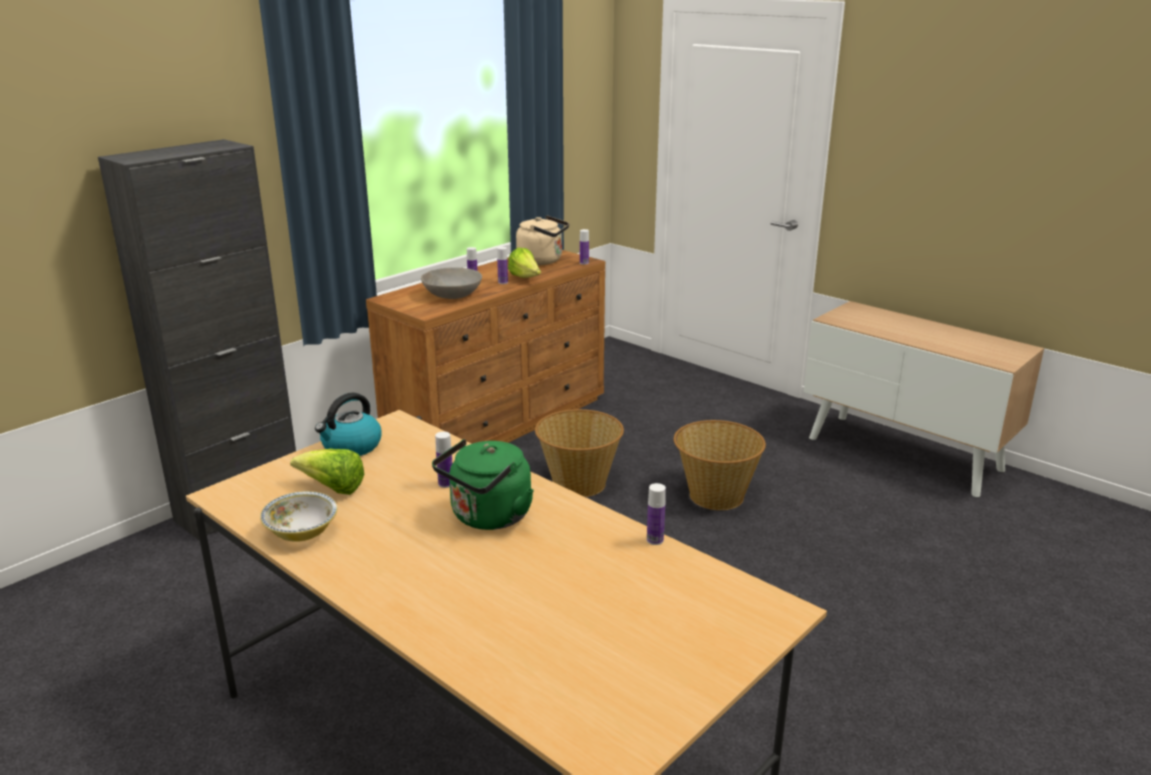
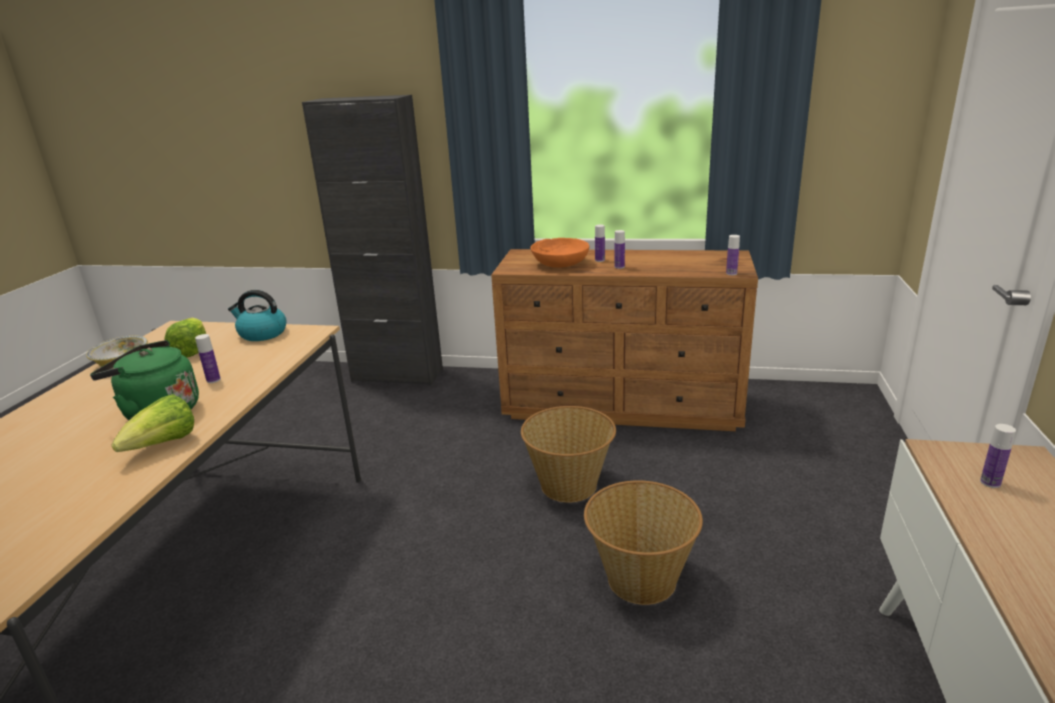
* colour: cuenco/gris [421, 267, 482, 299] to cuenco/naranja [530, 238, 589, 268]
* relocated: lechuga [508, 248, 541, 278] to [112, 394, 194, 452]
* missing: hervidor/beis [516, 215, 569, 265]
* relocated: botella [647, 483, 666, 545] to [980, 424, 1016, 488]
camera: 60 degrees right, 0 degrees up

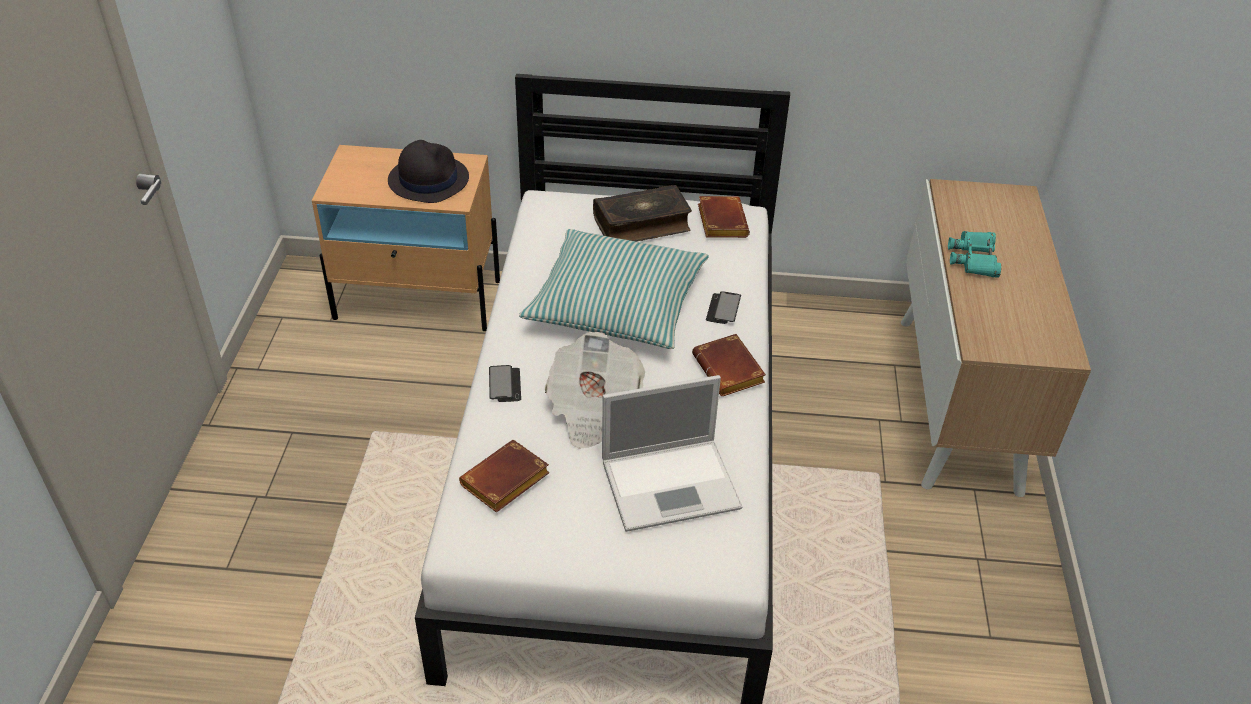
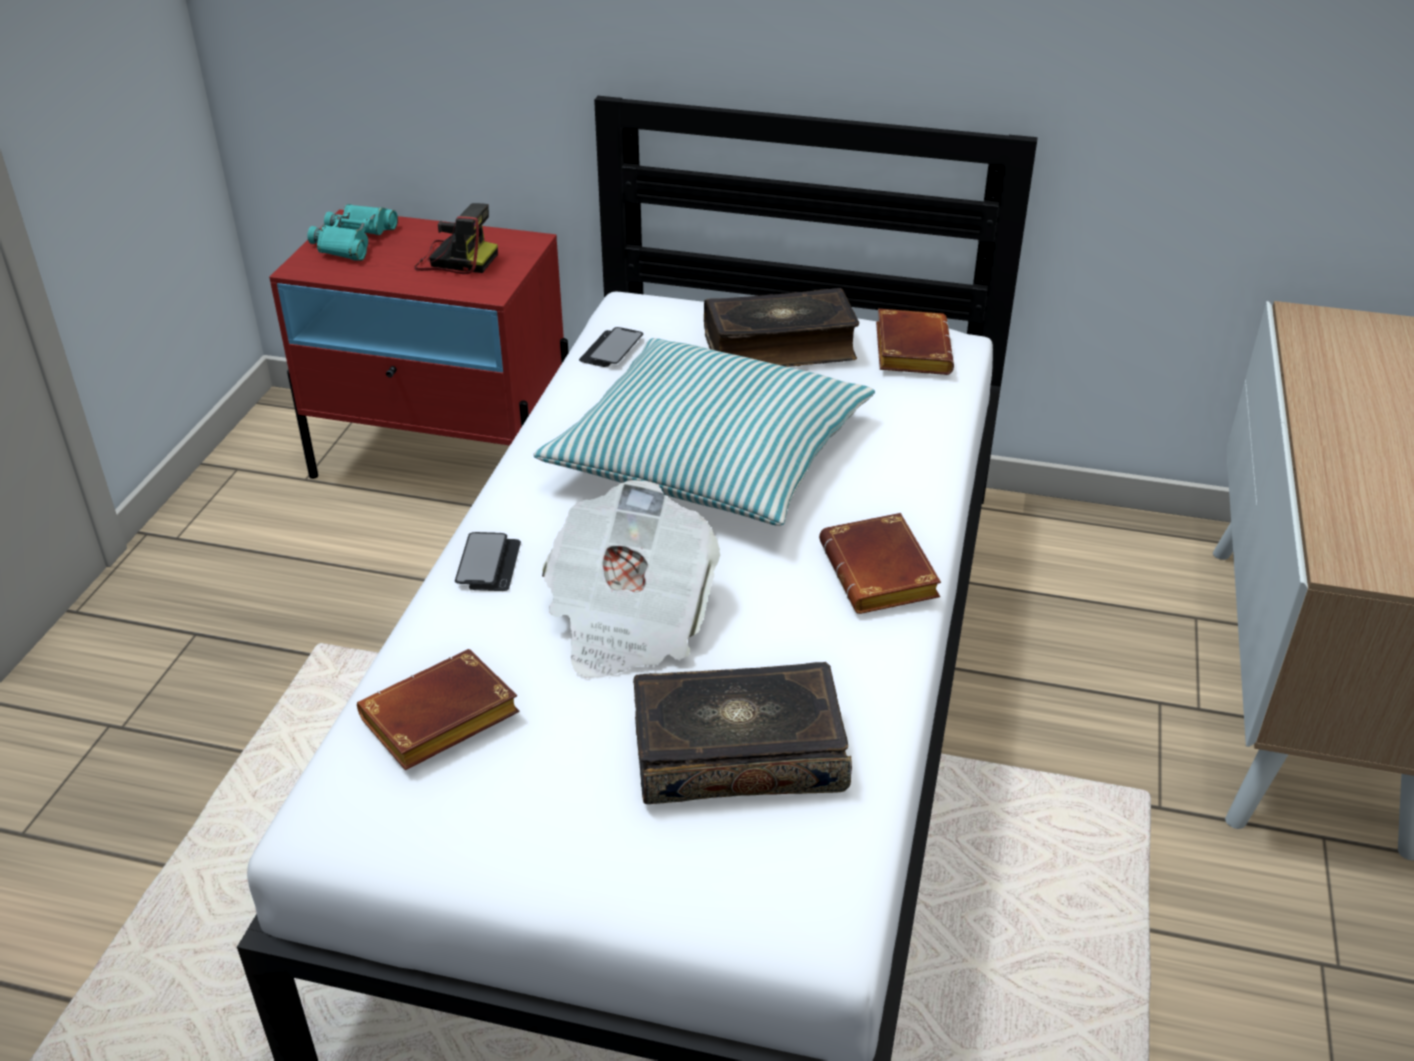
* colour: mesita de noche/beis [312, 145, 500, 331] to mesita de noche/rojo [269, 210, 569, 479]
* exchanged: sombrero/negro [388, 140, 469, 203] to cámara [414, 203, 498, 274]
* exchanged: portátil [602, 375, 742, 532] to libro [633, 662, 852, 804]
* relocated: móvil [706, 291, 741, 324] to [579, 327, 643, 367]
* relocated: prismáticos/turquesa [948, 231, 1001, 278] to [307, 204, 398, 261]
camera: 10 degrees right, 5 degrees down

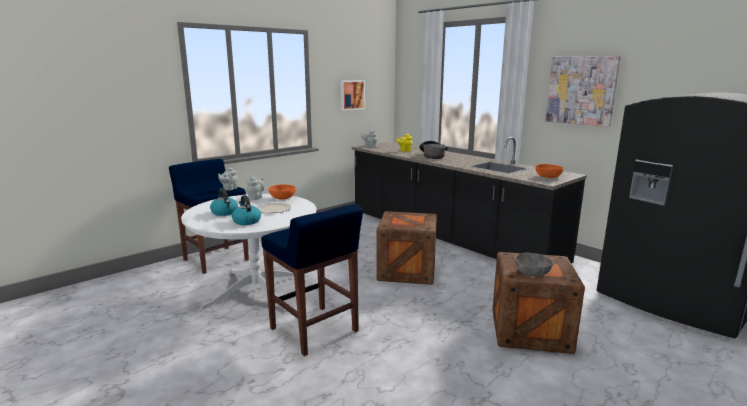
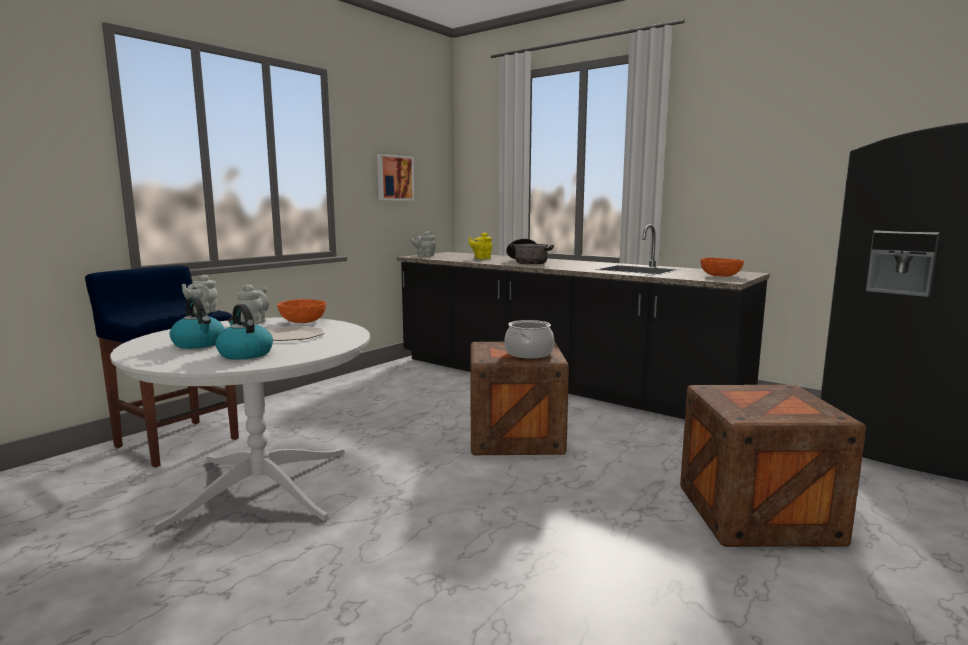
* missing: taburete/azul [261, 204, 363, 356]
* missing: cuenco/gris [515, 252, 553, 276]
* missing: cuadro [546, 56, 621, 127]
* appeared: olla [504, 320, 554, 359]
camera: 10 degrees left, 5 degrees down

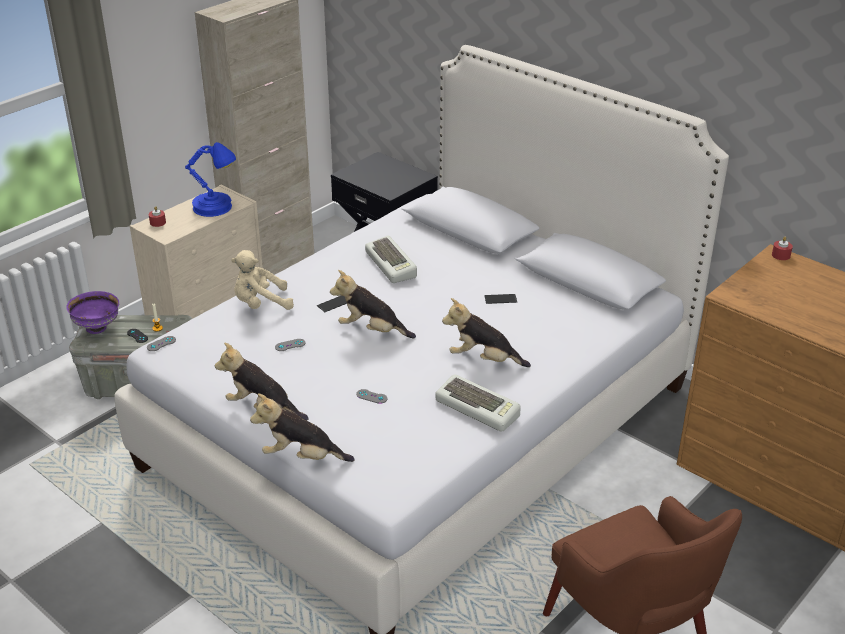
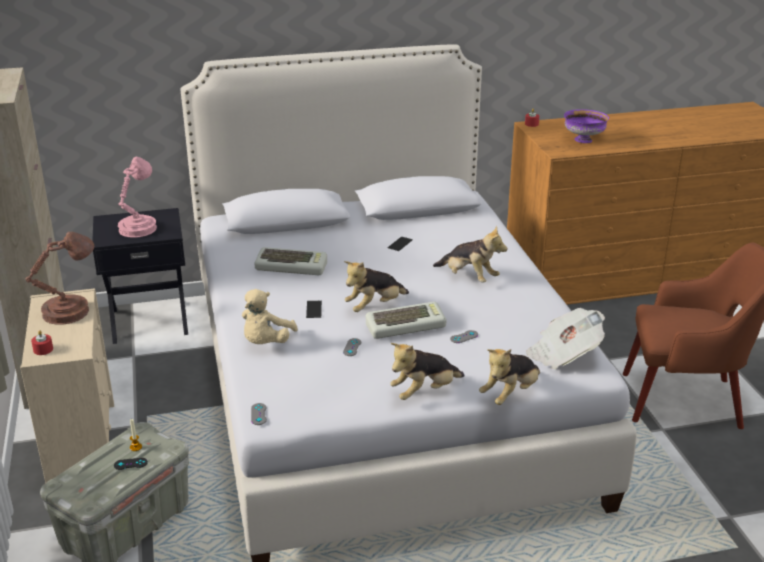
* relocated: cuenco/morado [66, 291, 119, 334] to [564, 109, 609, 143]
* colour: lámpara de mesa/azul [185, 142, 236, 217] to lámpara de mesa/marrón [26, 232, 94, 325]
* relocated: teclado [435, 374, 521, 432] to [366, 302, 446, 339]
* spun: peluche [442, 298, 531, 367] = [433, 226, 508, 283] 105 degrees counterclockwise
* appeared: lámpara de mesa/rosa [118, 157, 157, 238]
* appeared: periódico [526, 308, 605, 370]
camera: 55 degrees left, 5 degrees down

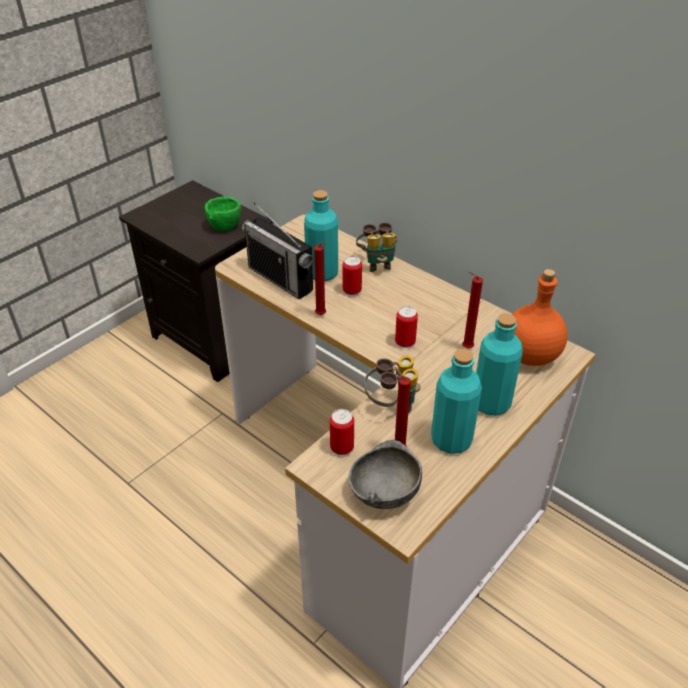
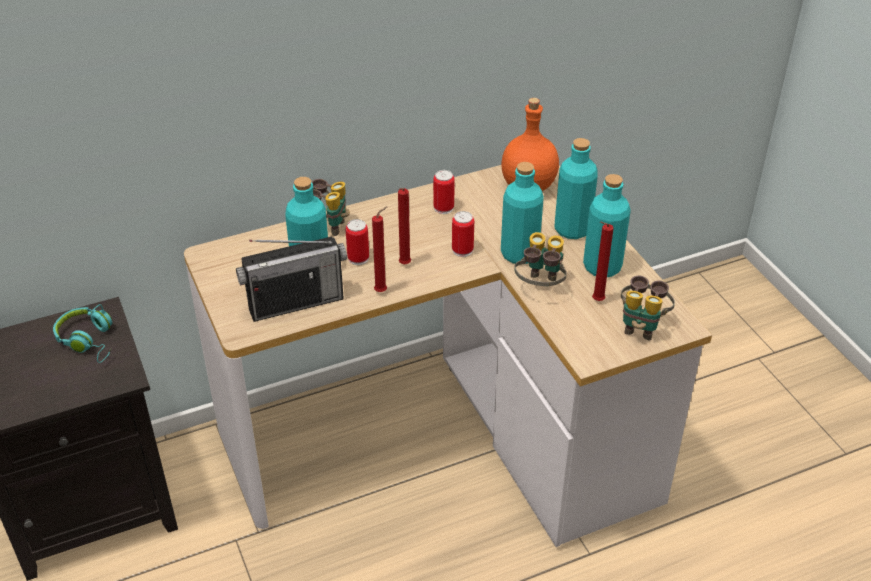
* exchanged: cuenco/verde [205, 196, 241, 231] to auriculares/turquesa [53, 304, 112, 363]
* relocated: lata [330, 409, 354, 457] to [433, 170, 455, 214]
* exchanged: cuenco/gris [348, 440, 422, 509] to prismáticos [621, 276, 675, 340]
* relocated: vela/rojo [462, 272, 483, 348] to [398, 188, 411, 264]
* appeared: botella/turquesa [501, 162, 544, 264]
camera: 65 degrees left, 0 degrees up

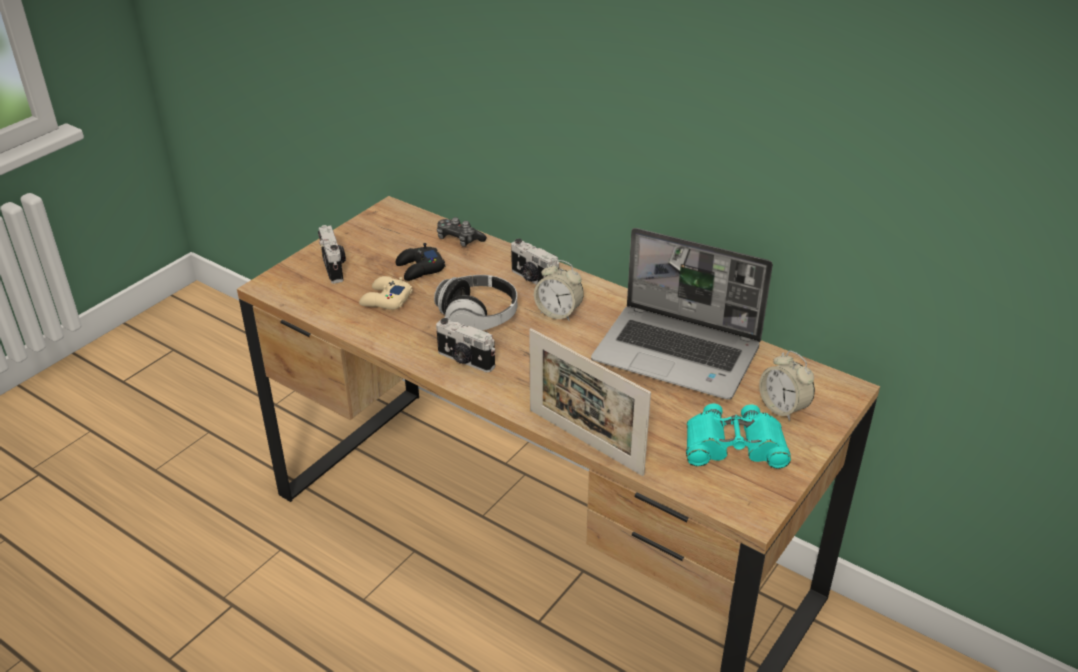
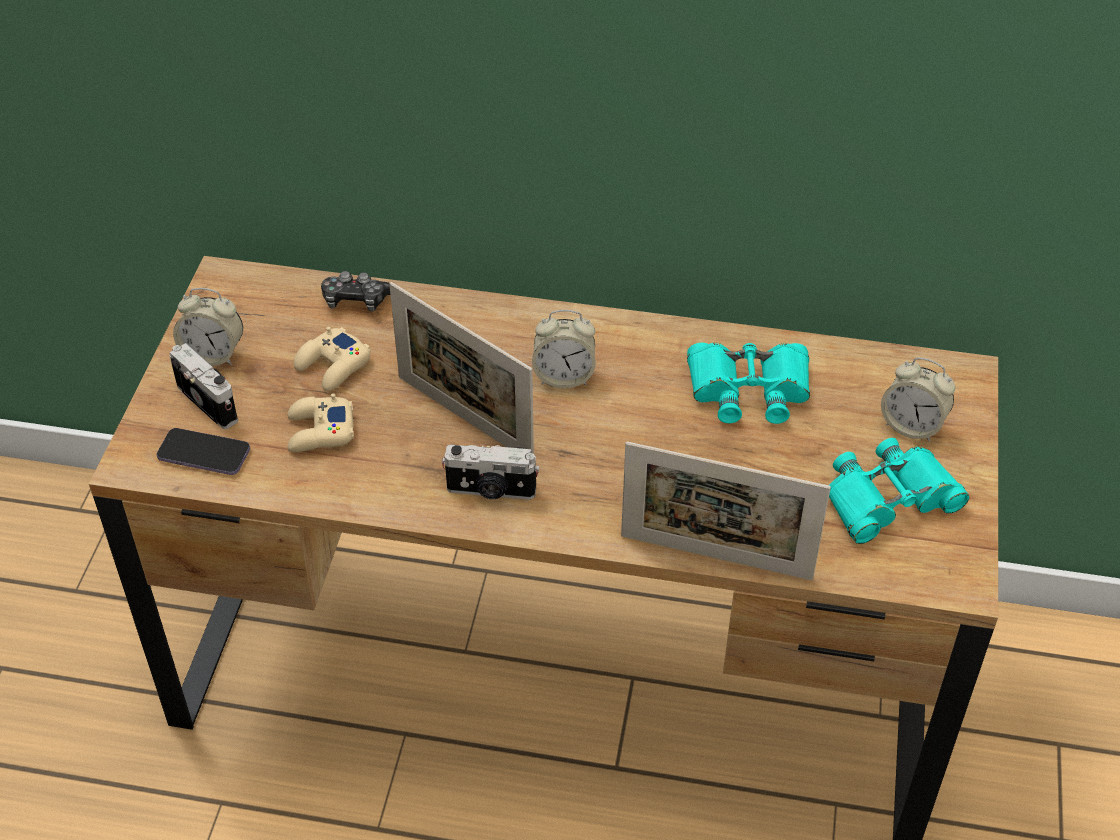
* colour: mando de consola/negro [395, 243, 445, 281] to mando de consola/beis [294, 326, 371, 391]
* exchanged: auriculares [434, 275, 517, 331] to portarretratos [389, 282, 534, 454]
* missing: cámara [511, 239, 559, 284]
* exchanged: portátil [591, 228, 773, 400] to prismáticos/turquesa [687, 343, 810, 424]
* appeared: móvil [157, 428, 250, 475]
* appeared: despertador [173, 288, 243, 366]
camera: 25 degrees left, 10 degrees up

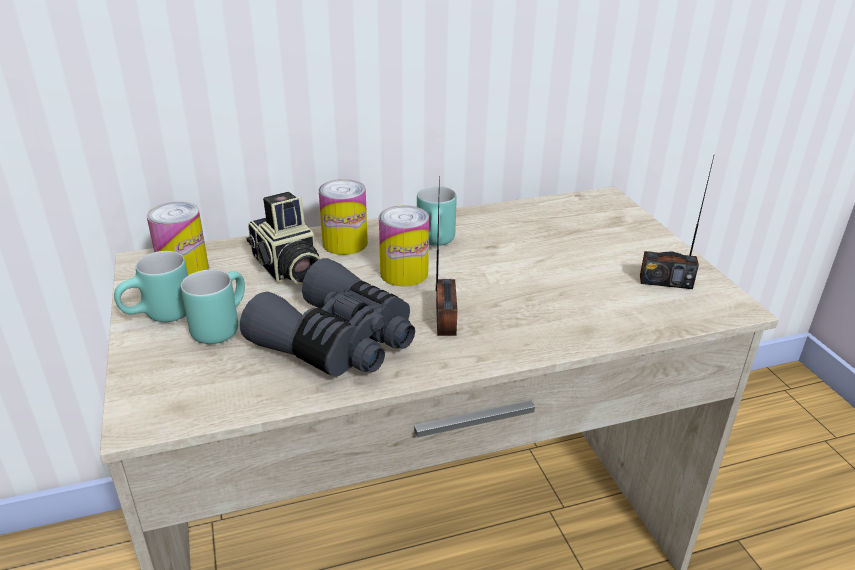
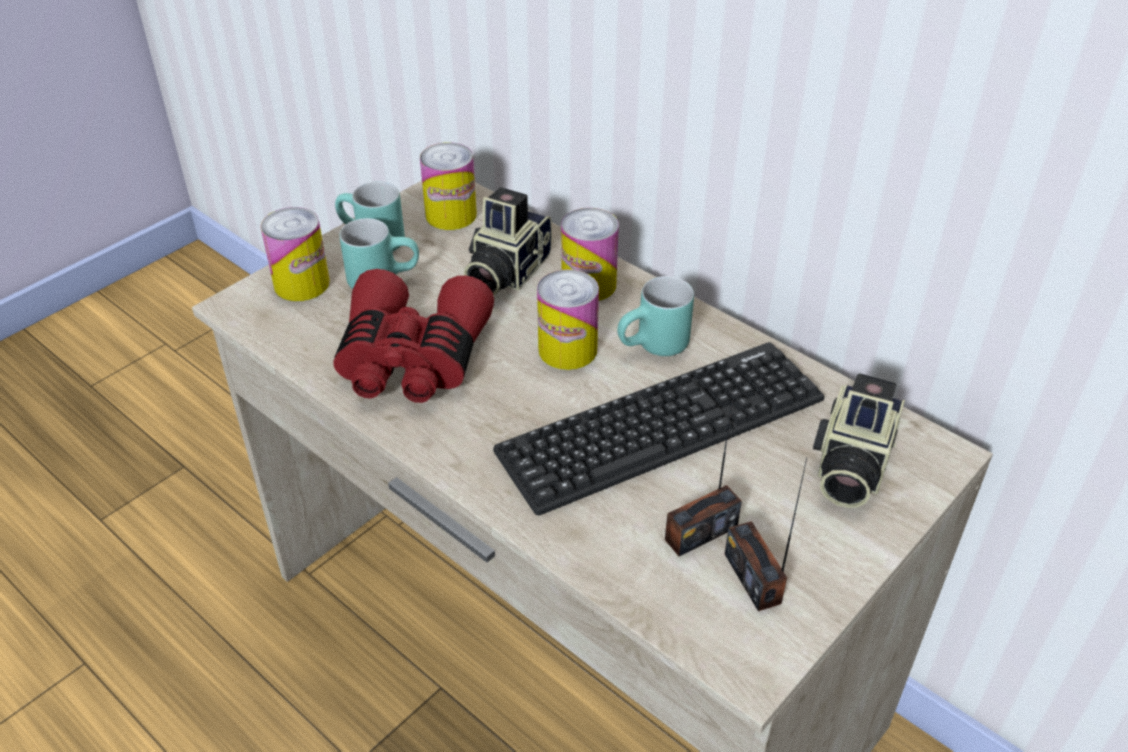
* colour: prismáticos/gris [240, 258, 415, 377] to prismáticos/rojo [333, 269, 494, 403]
* relocated: radio [436, 176, 457, 336] to [665, 375, 742, 557]
* appeared: lata [260, 207, 330, 301]
* appeared: teclado [493, 342, 824, 515]
* appeared: cámara [813, 373, 905, 508]
camera: 60 degrees right, 10 degrees up

